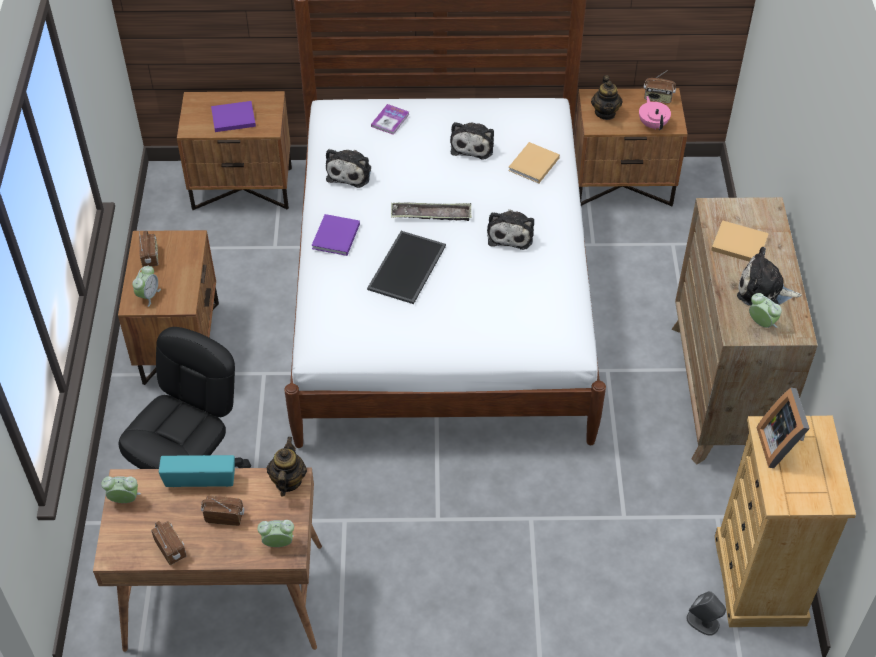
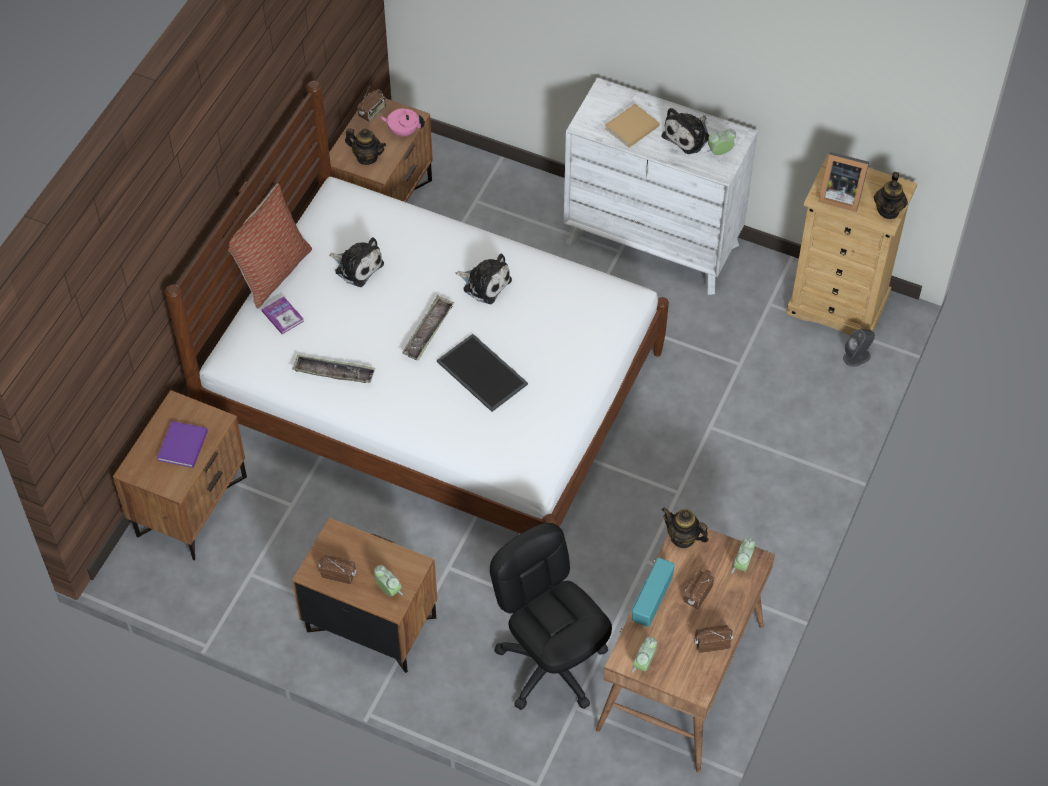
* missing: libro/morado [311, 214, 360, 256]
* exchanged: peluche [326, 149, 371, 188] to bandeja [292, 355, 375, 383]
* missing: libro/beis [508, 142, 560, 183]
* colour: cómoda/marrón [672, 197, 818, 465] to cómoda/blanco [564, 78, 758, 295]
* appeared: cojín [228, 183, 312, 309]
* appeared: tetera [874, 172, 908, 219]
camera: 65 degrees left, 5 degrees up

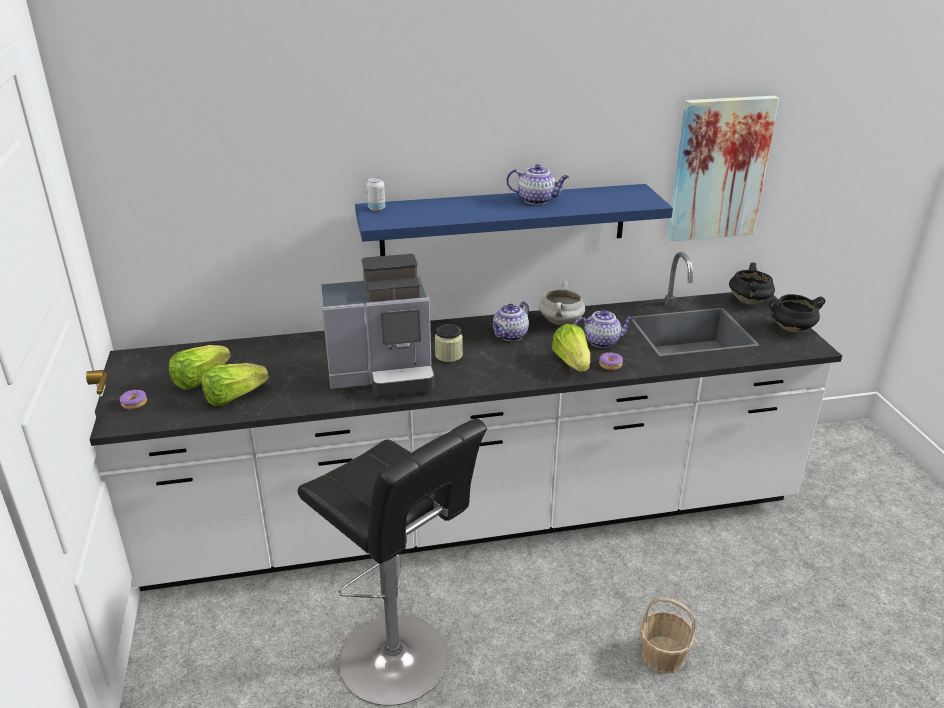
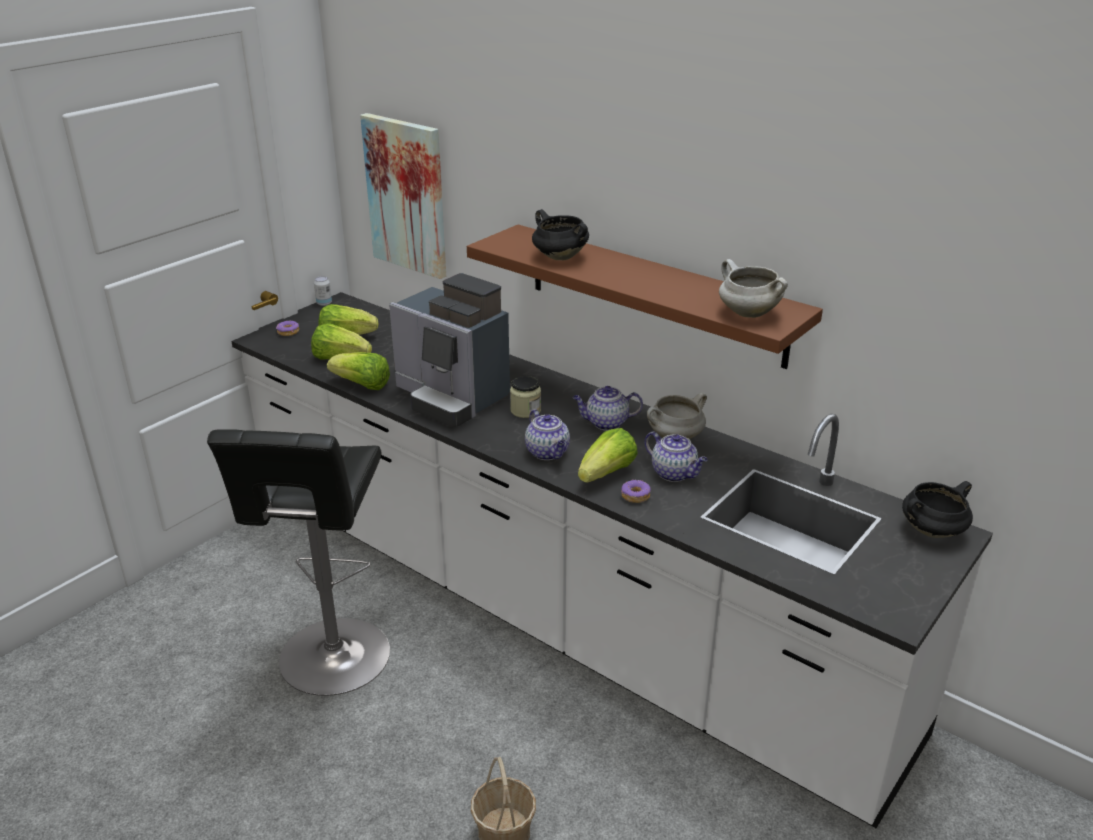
* colour: estante/azul [355, 184, 673, 256] to estante/marrón [467, 225, 823, 369]
* relocated: lata [366, 177, 385, 211] to [314, 276, 332, 306]
* relocated: tetera [506, 164, 569, 205] to [525, 409, 570, 460]
* relocated: cuadro [668, 96, 779, 241] to [360, 113, 446, 279]
* relocated: olla/negro [769, 294, 825, 332] to [532, 209, 589, 260]
* appeared: lechuga [327, 352, 390, 390]
* appeared: olla/blanco [719, 259, 788, 318]
camera: 50 degrees right, 0 degrees up

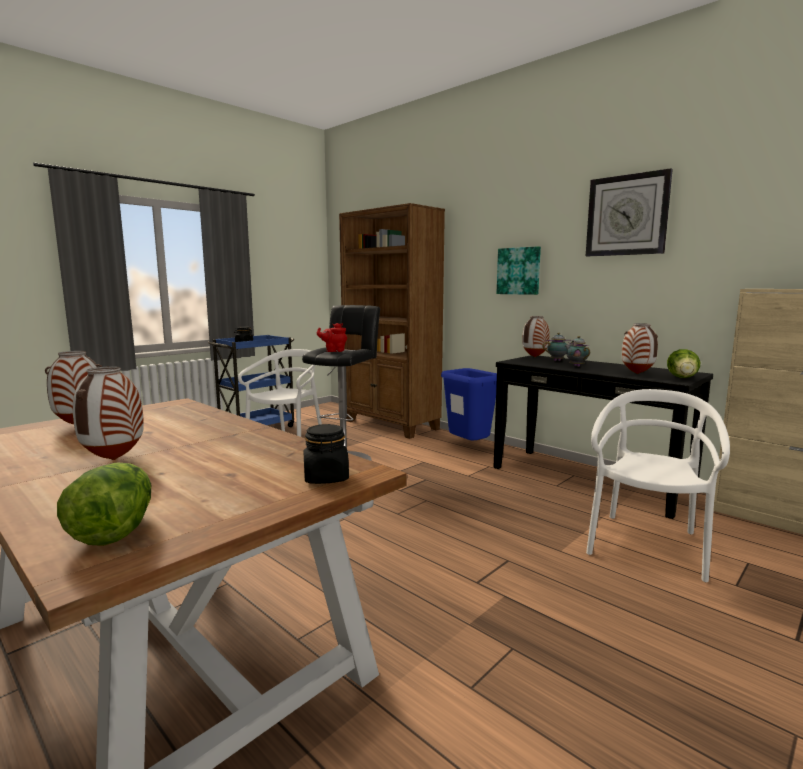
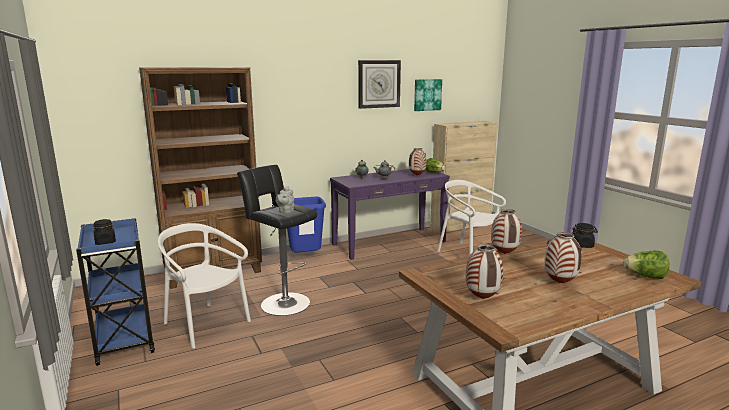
* colour: tetera/rojo [317, 323, 347, 352] to tetera/gris [276, 186, 294, 214]
* colour: mesa consola/negro [493, 355, 713, 519] to mesa consola/morado [330, 169, 450, 260]
* relocated: cuadro [497, 246, 541, 295] to [414, 79, 442, 111]
* relocated: florero [522, 316, 550, 357] to [491, 209, 522, 254]
camera: 70 degrees left, 5 degrees up

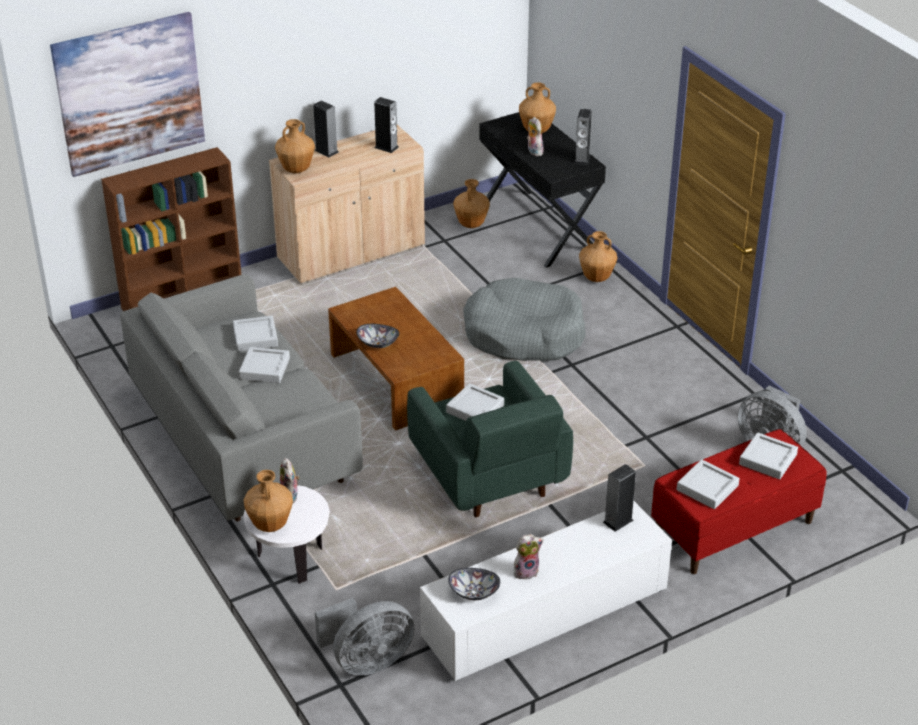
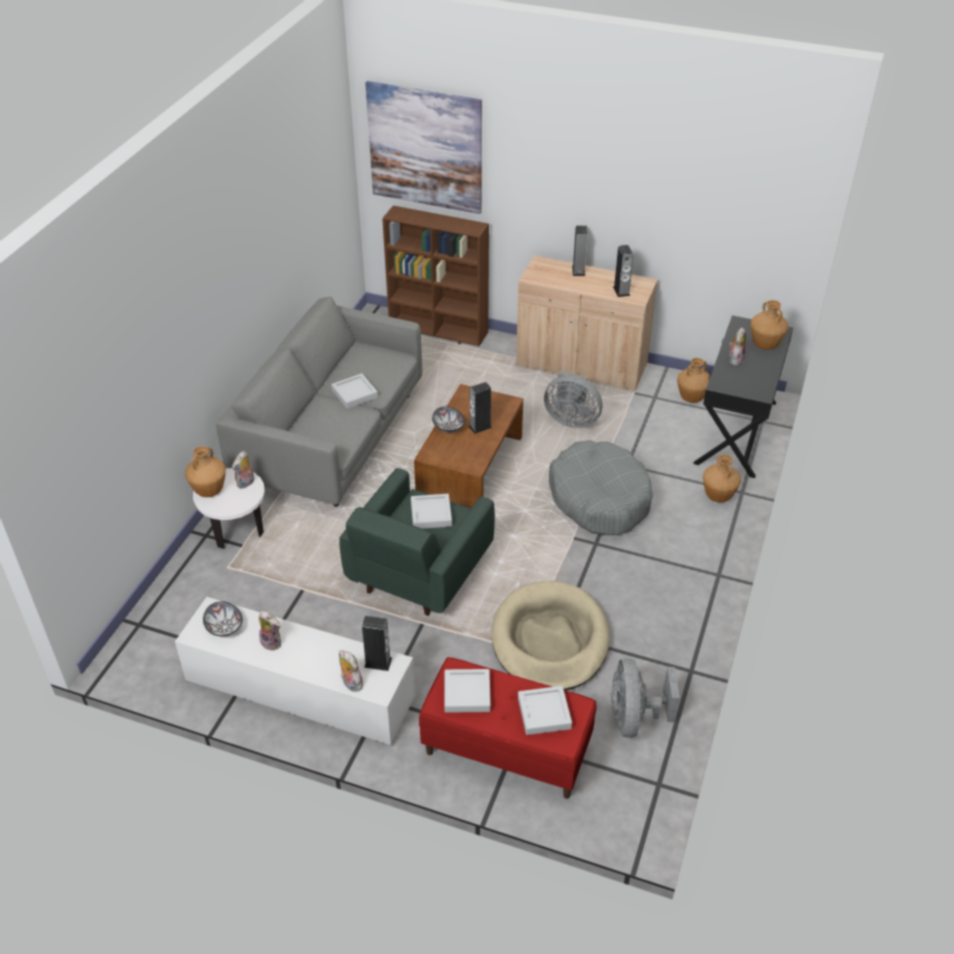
* missing: bandeja/gris [233, 316, 278, 352]
* missing: florero/marrón [275, 119, 315, 173]
* relocated: ventilador/gris [315, 598, 415, 675] to [544, 371, 602, 428]
* relocated: altavoz [574, 109, 592, 165] to [468, 382, 492, 434]
* appeared: peluche [339, 650, 363, 692]
* appeared: cama para perro/beis [491, 581, 610, 690]
camera: 50 degrees right, 5 degrees up

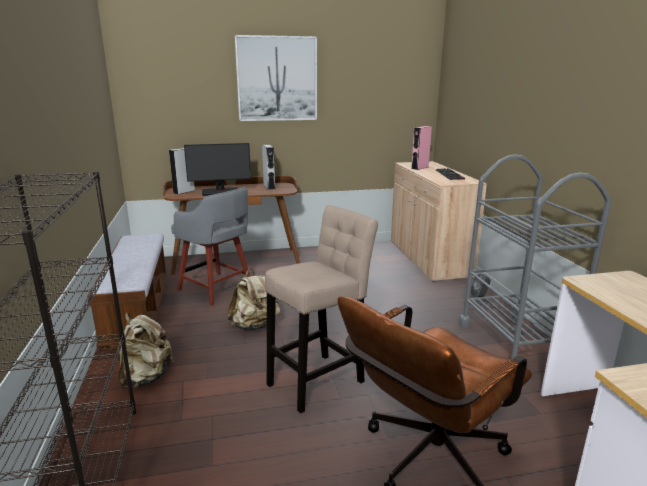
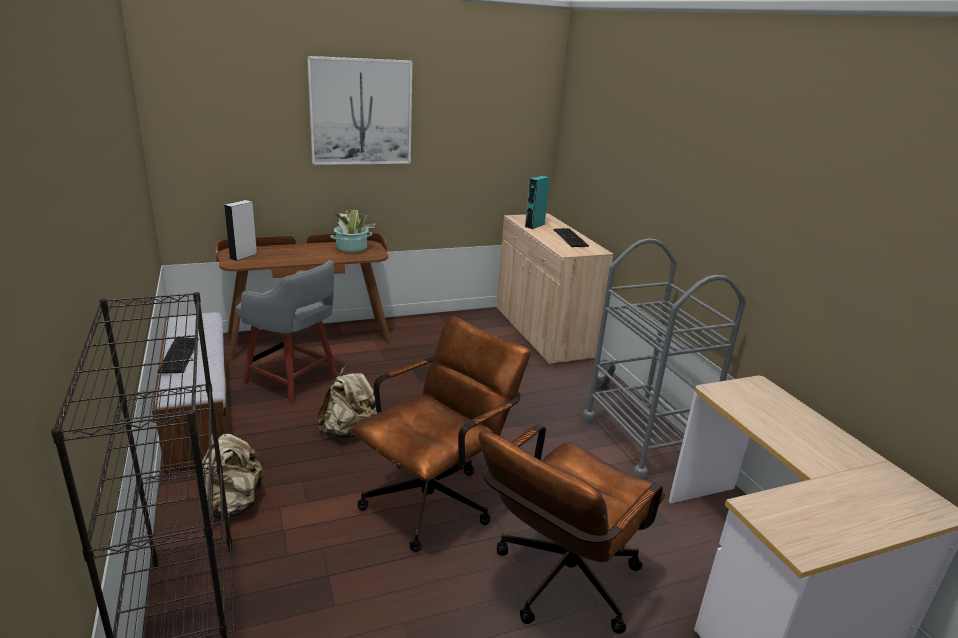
* missing: monitor [184, 143, 251, 196]
* exchanged: altavoz/gris [262, 145, 275, 190] to planta en maceta [330, 210, 376, 253]
* exchanged: taburete/beis [265, 205, 378, 413] to silla de oficina/marrón [351, 316, 531, 552]
* colour: altavoz/rosa [411, 126, 432, 170] to altavoz/turquesa [525, 176, 550, 229]
* appeared: teclado [157, 338, 199, 374]
camera: 10 degrees left, 5 degrees up

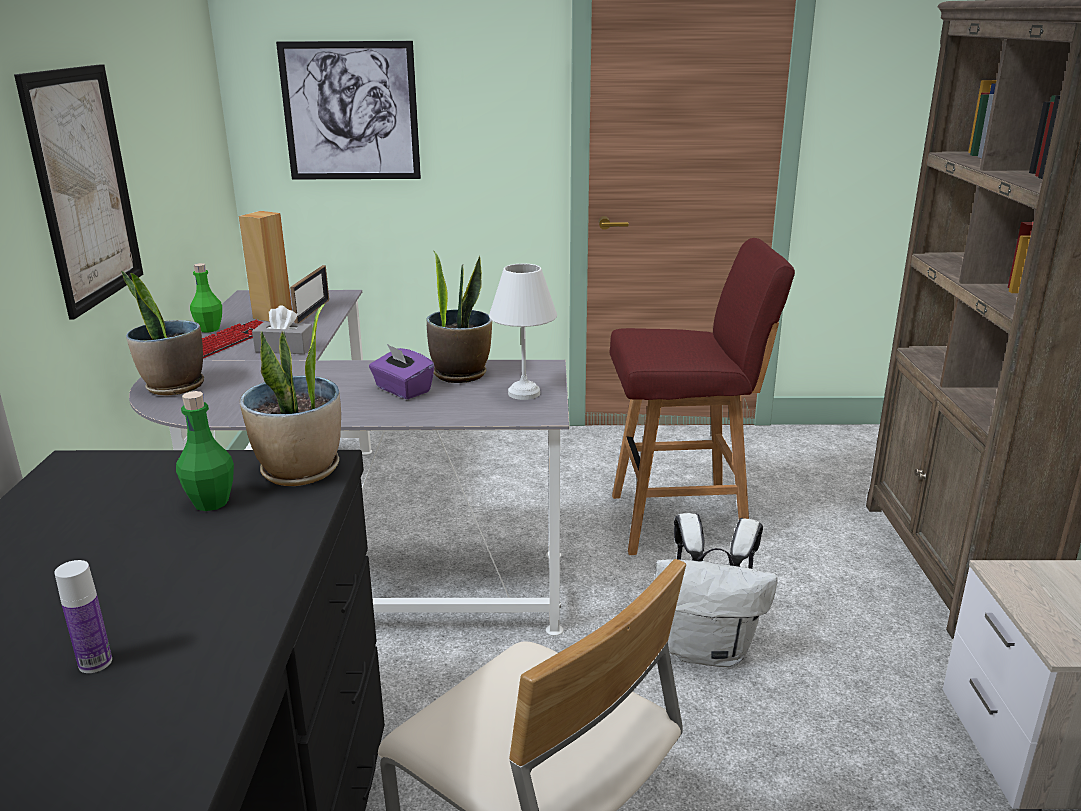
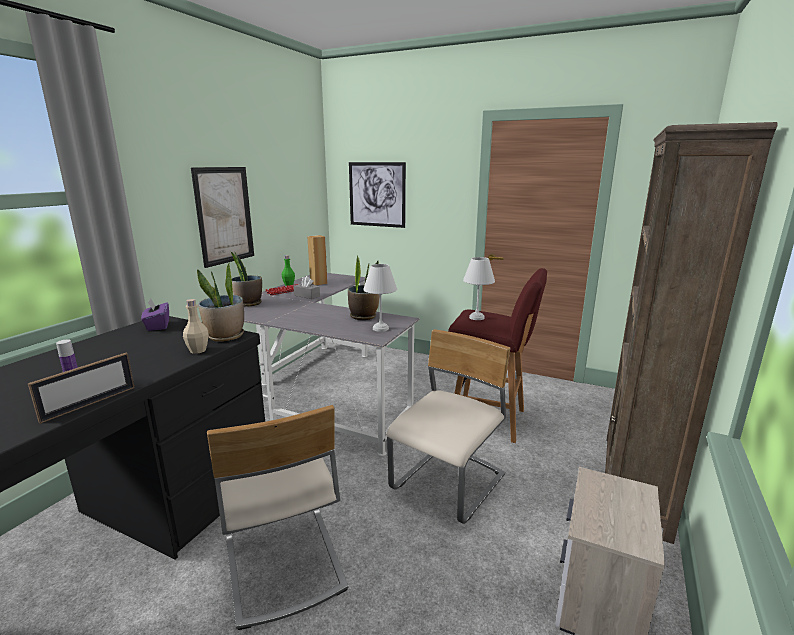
* missing: botella/verde [176, 391, 234, 511]
* relocated: portarretratos [290, 265, 329, 323] to [28, 353, 135, 424]
* relocated: caja de pañuelos/morado [369, 344, 435, 399] to [141, 299, 169, 331]
* exchanged: mochila/blanco [655, 513, 778, 667] to silla/beis [386, 329, 510, 524]
* appeared: botella/beis [183, 299, 208, 354]
* appeared: lámpara de mesa/blanco [463, 257, 495, 320]
camera: 25 degrees right, 5 degrees down

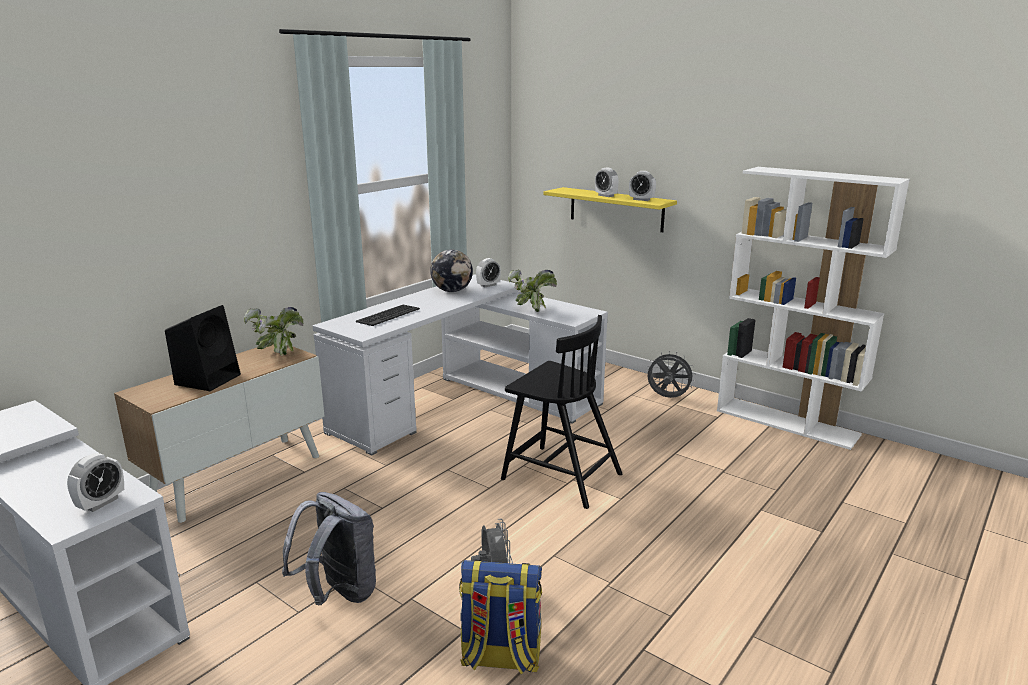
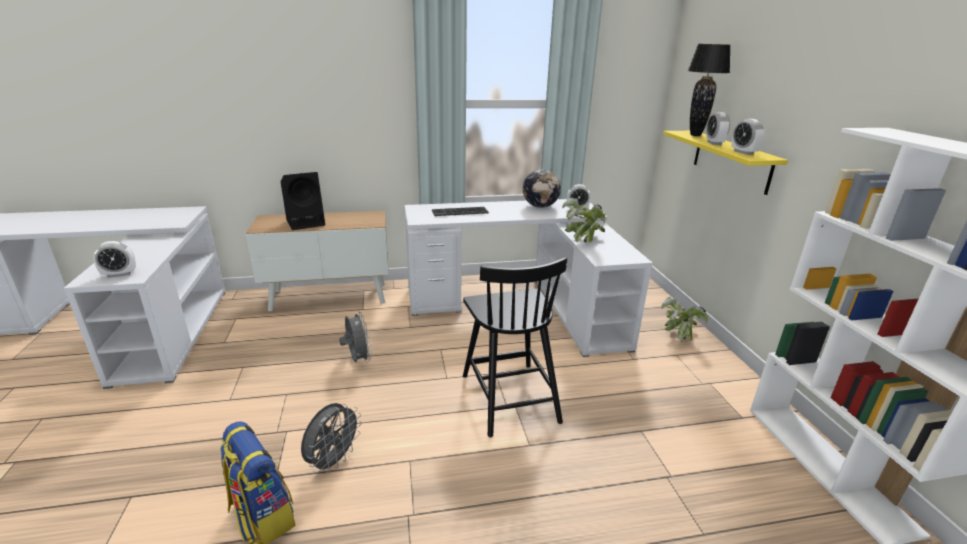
* relocated: planta en maceta [244, 307, 304, 356] to [662, 297, 708, 343]
* missing: mochila/gris [282, 492, 376, 605]
* relocated: ventilador/gris [647, 351, 696, 398] to [339, 310, 371, 363]
* appeared: lámpara de mesa/negro [688, 44, 730, 136]
camera: 40 degrees right, 5 degrees up

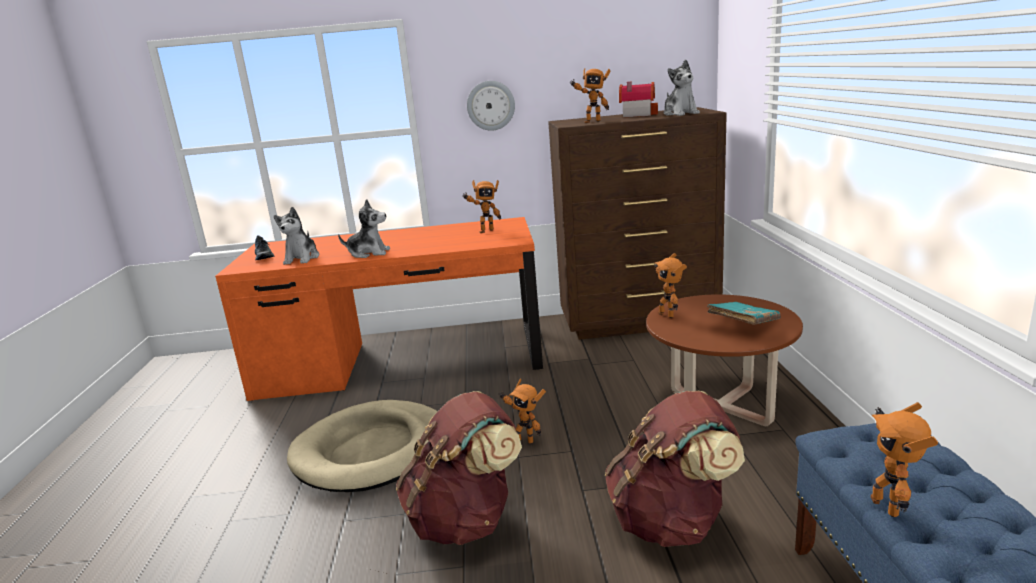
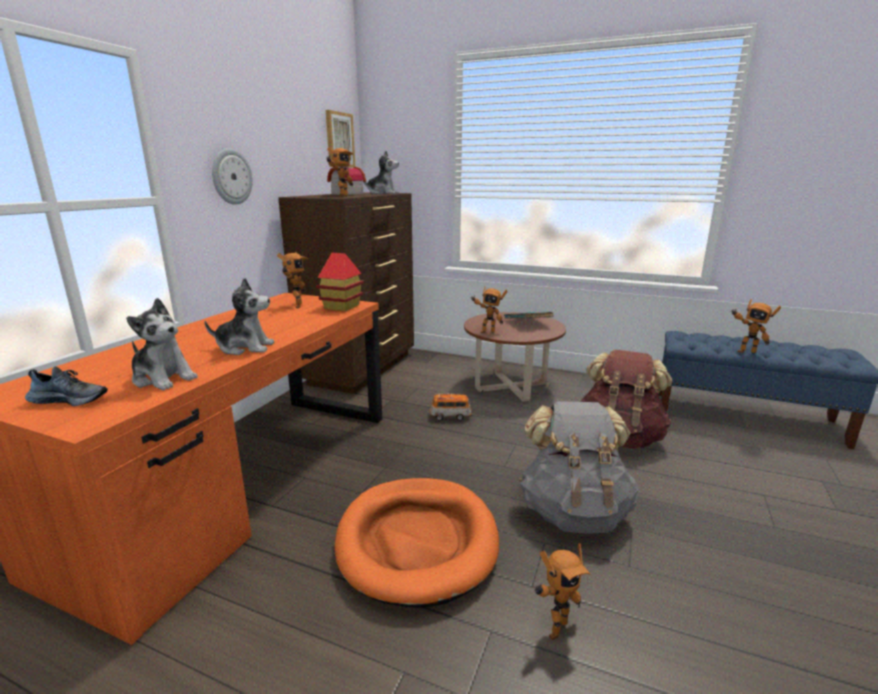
* colour: cama para perro/beis [287, 400, 438, 492] to cama para perro/naranja [335, 478, 499, 607]
* spun: peluche [338, 199, 390, 258] = [204, 278, 274, 355] 60 degrees clockwise
* colour: mochila/marrón [396, 391, 522, 545] to mochila/gris [519, 401, 638, 534]
* relocated: robot de juguete [499, 378, 546, 444] to [535, 543, 590, 640]
* appeared: casita [316, 253, 364, 311]
* appeared: cuadro [326, 110, 355, 167]
* appeared: coche de juguete [430, 393, 472, 421]
camera: 65 degrees left, 0 degrees up

